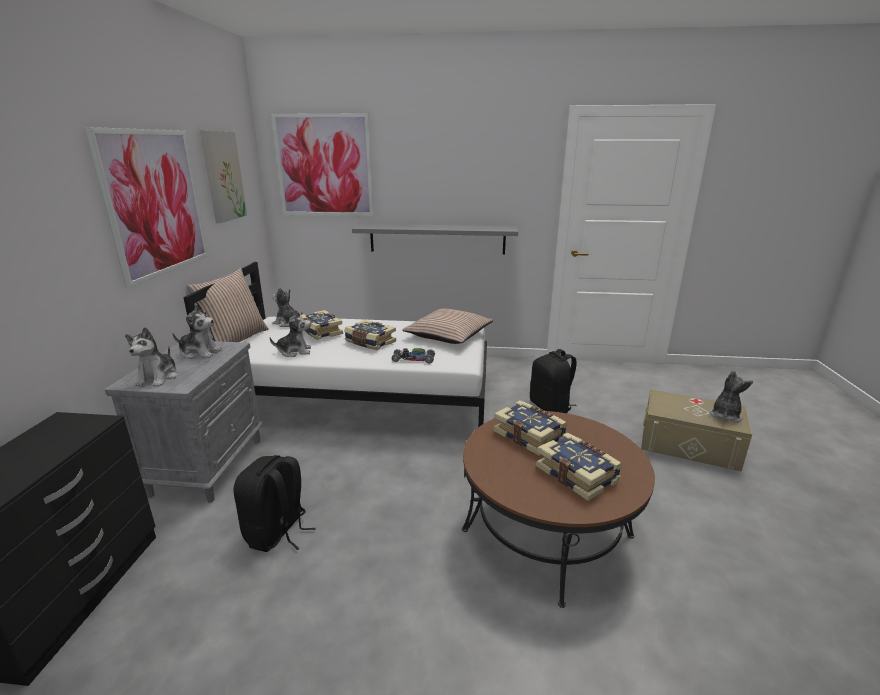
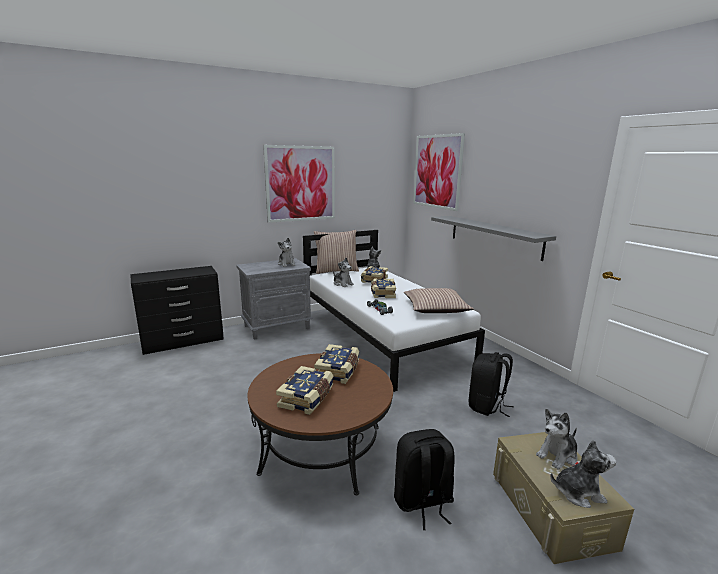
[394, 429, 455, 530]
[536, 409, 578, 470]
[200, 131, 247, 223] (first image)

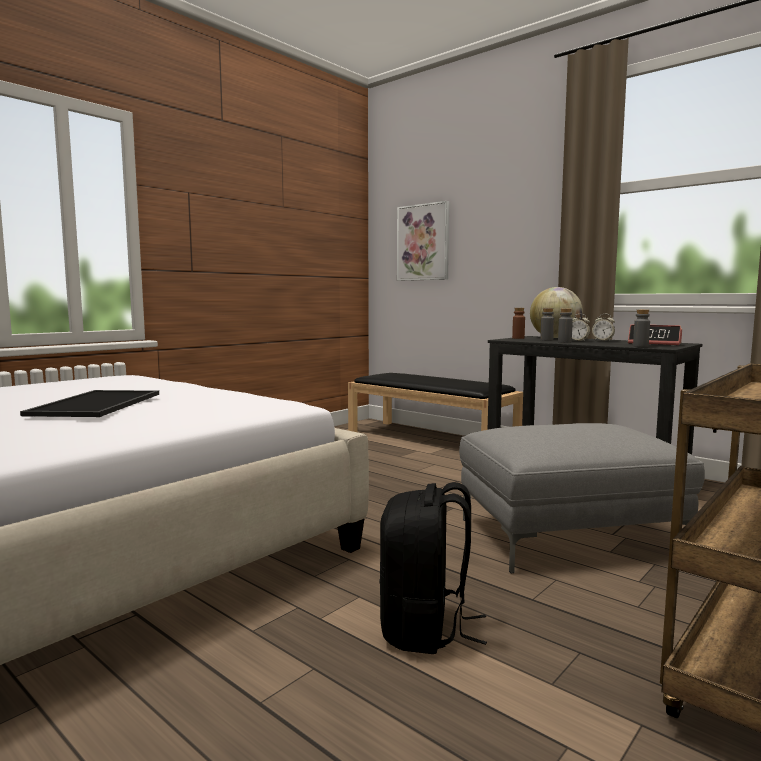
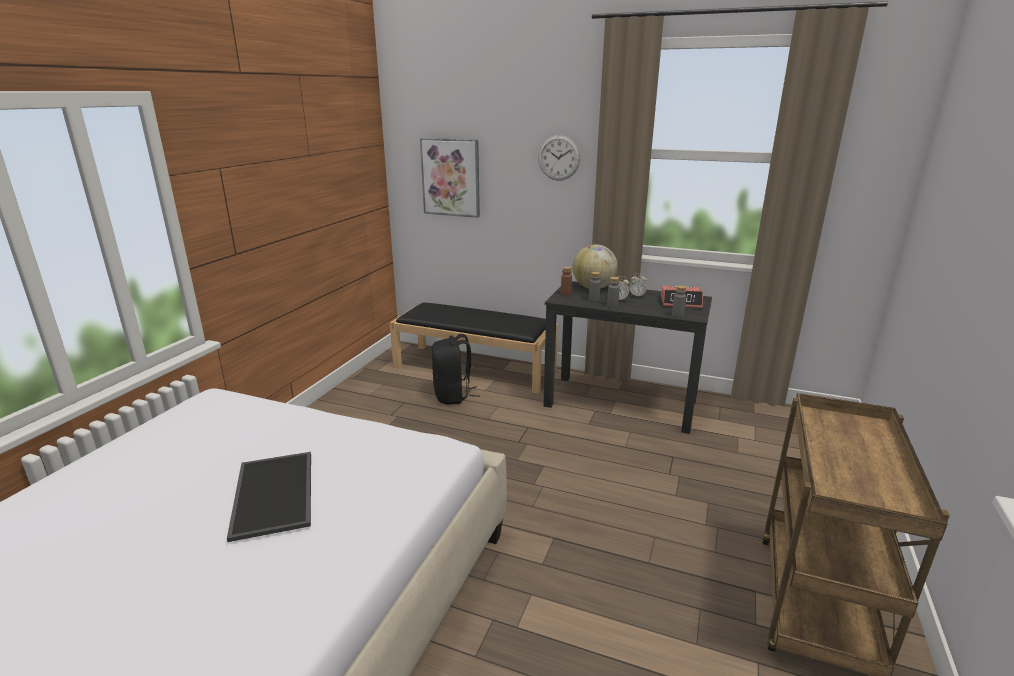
[432, 334, 480, 405]
[538, 135, 580, 181]
[459, 423, 705, 573] (first image)

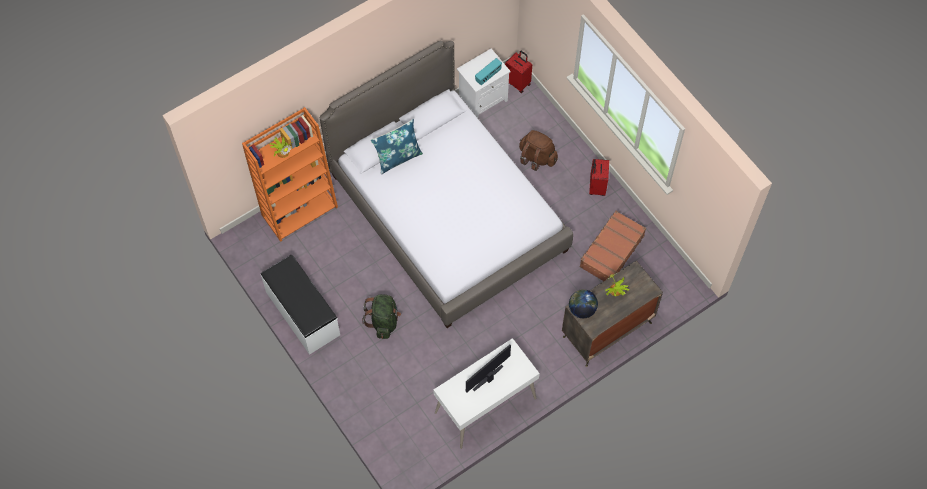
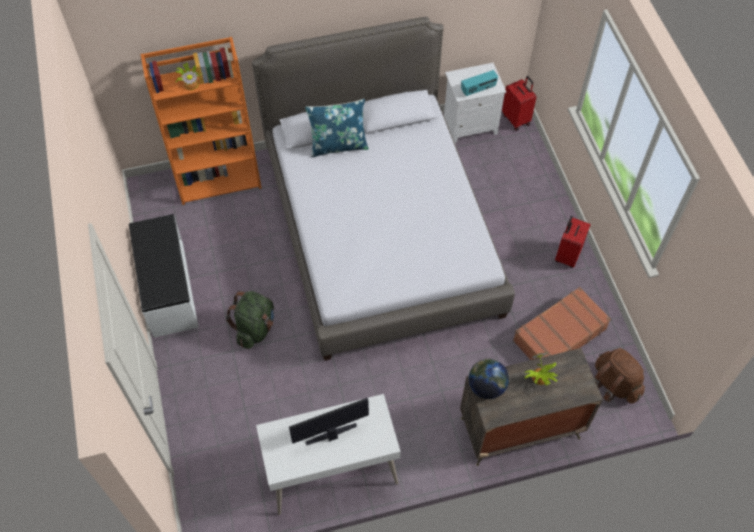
[594, 348, 645, 404]

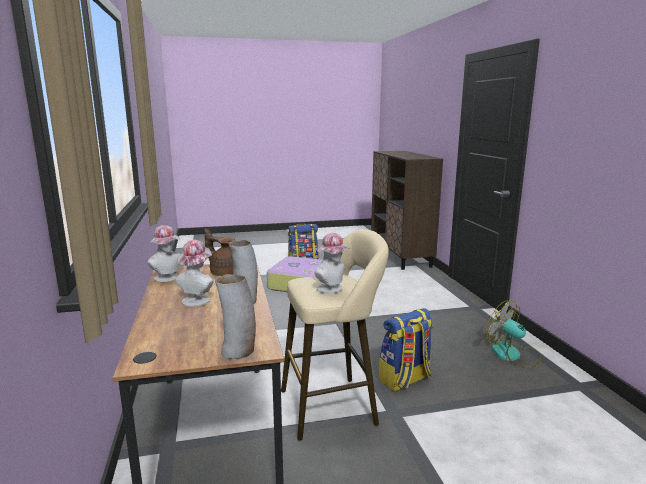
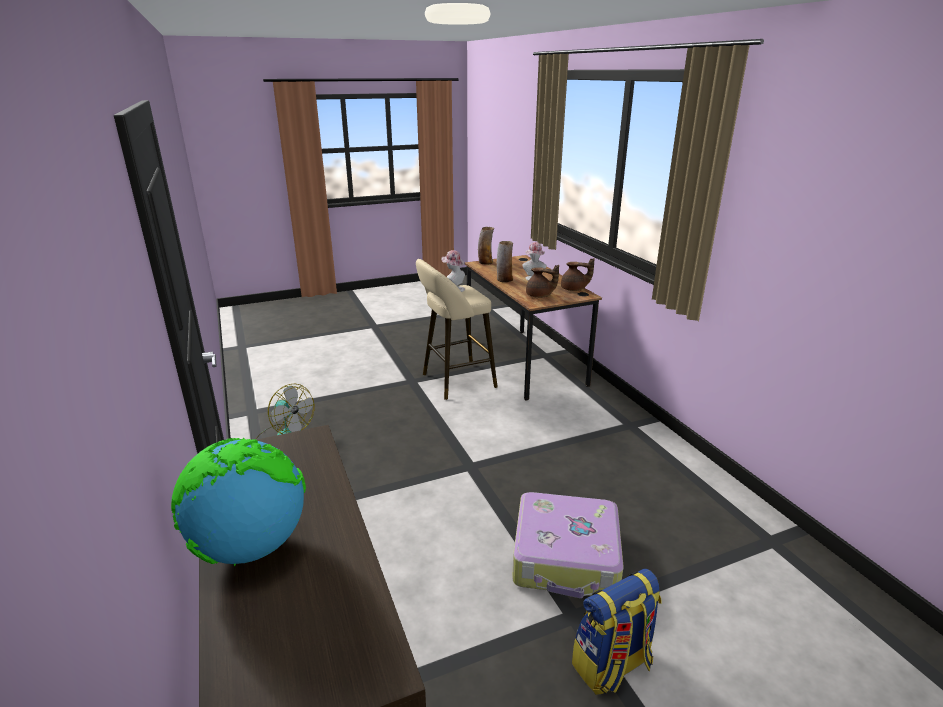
[171, 438, 306, 567]
[561, 258, 595, 291]
[379, 308, 433, 391] (first image)

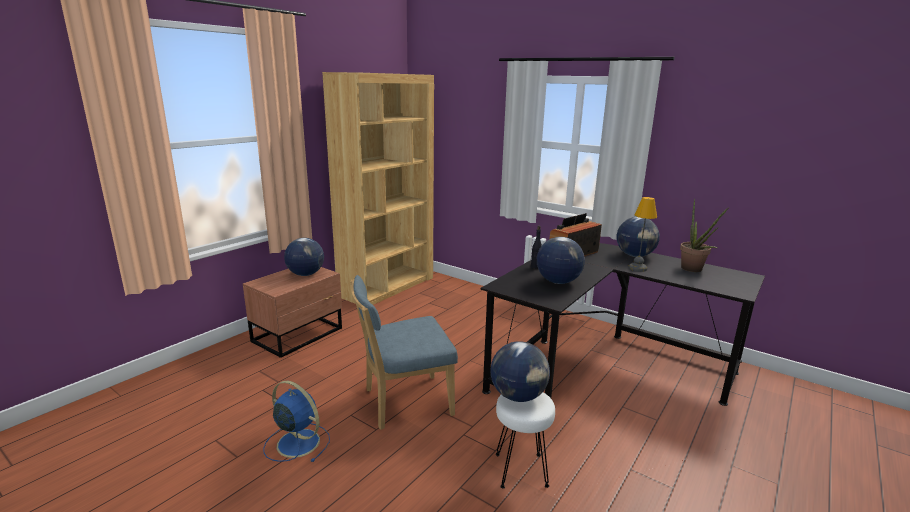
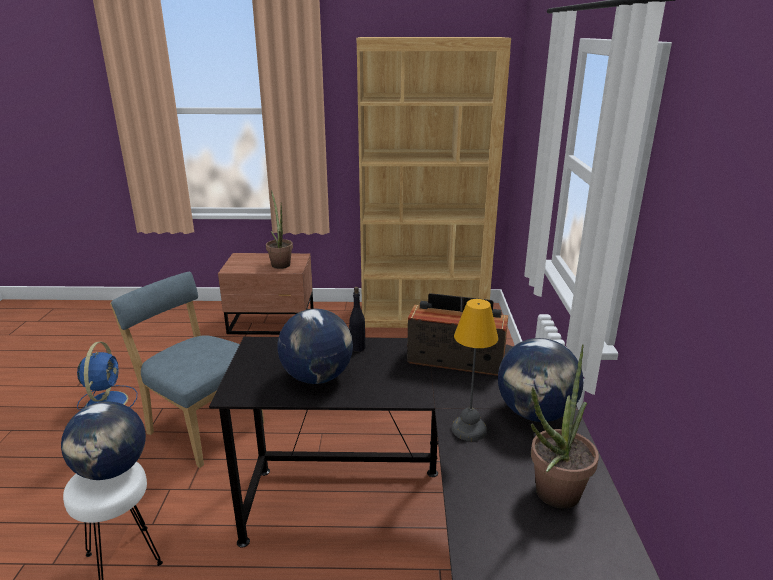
[266, 190, 293, 269]

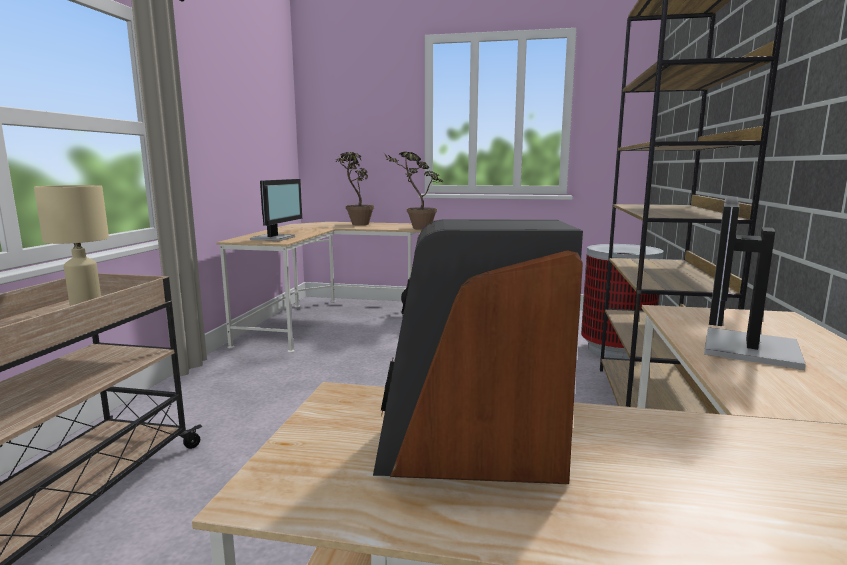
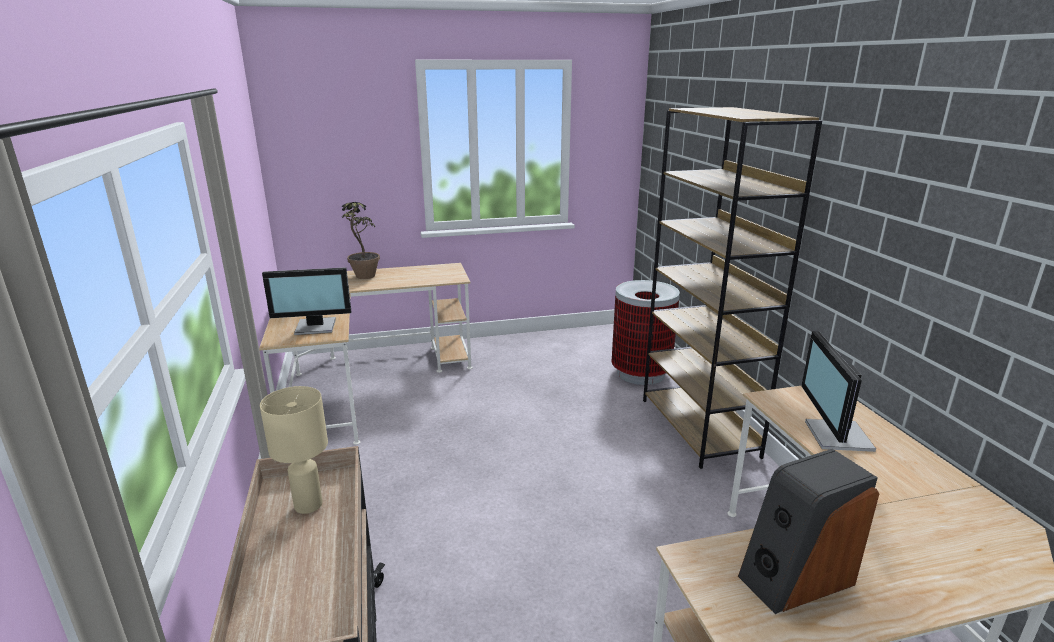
[262, 267, 352, 335]
[384, 152, 443, 230] (first image)

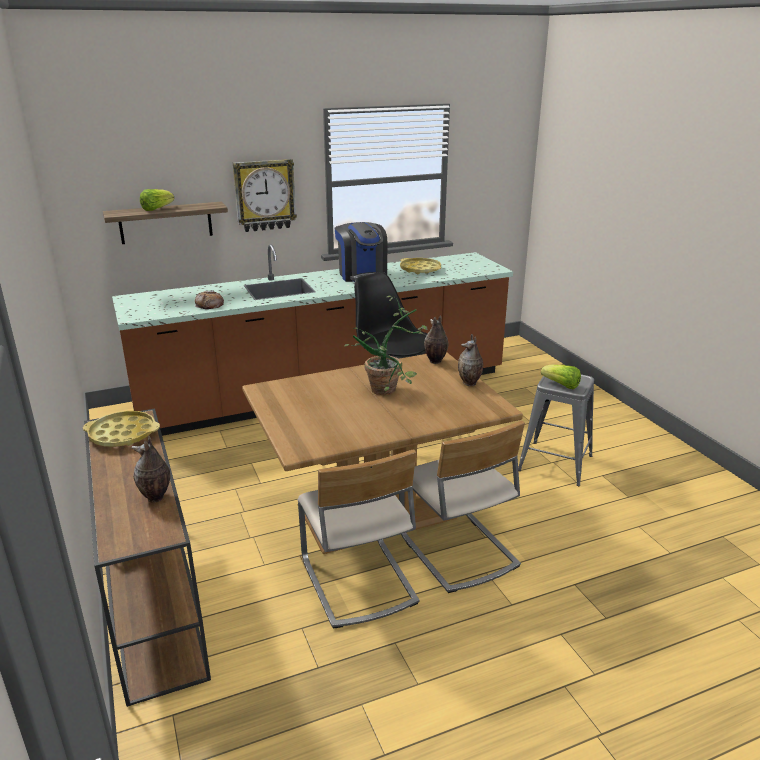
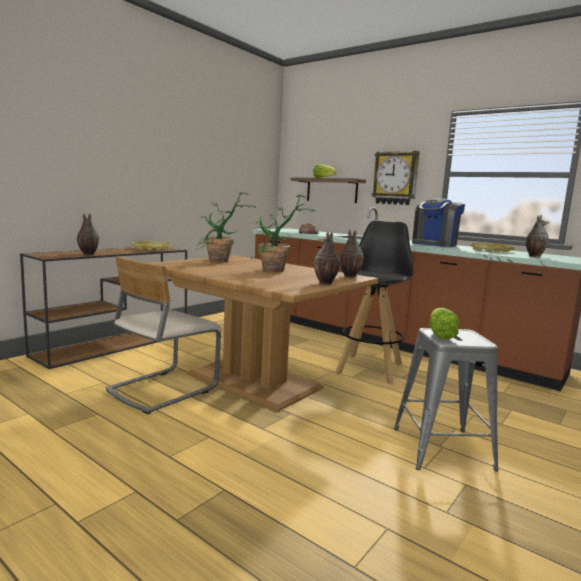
[195, 192, 256, 262]
[526, 215, 549, 257]
[399, 421, 525, 593] (first image)

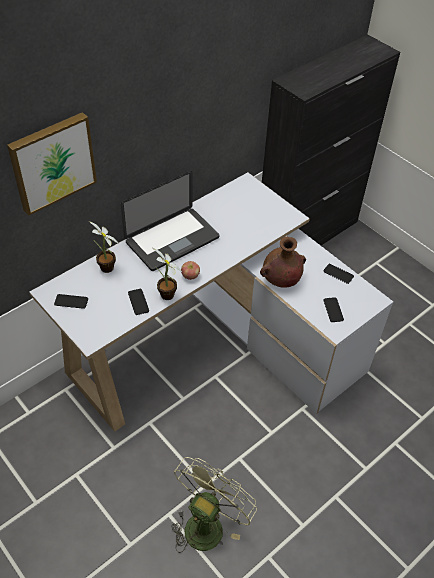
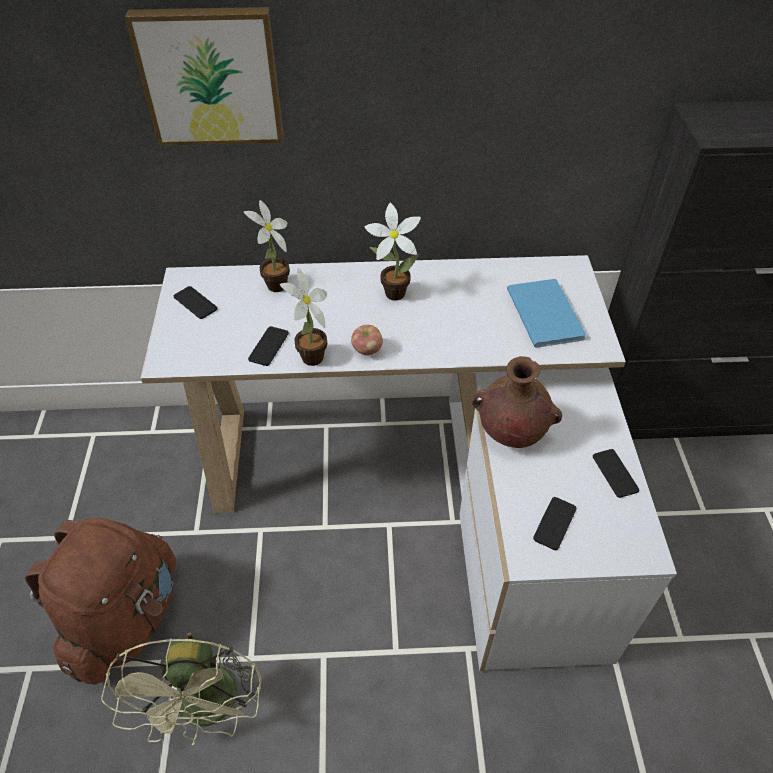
[25, 518, 176, 685]
[101, 632, 262, 745]
[365, 203, 421, 301]
[507, 279, 586, 348]

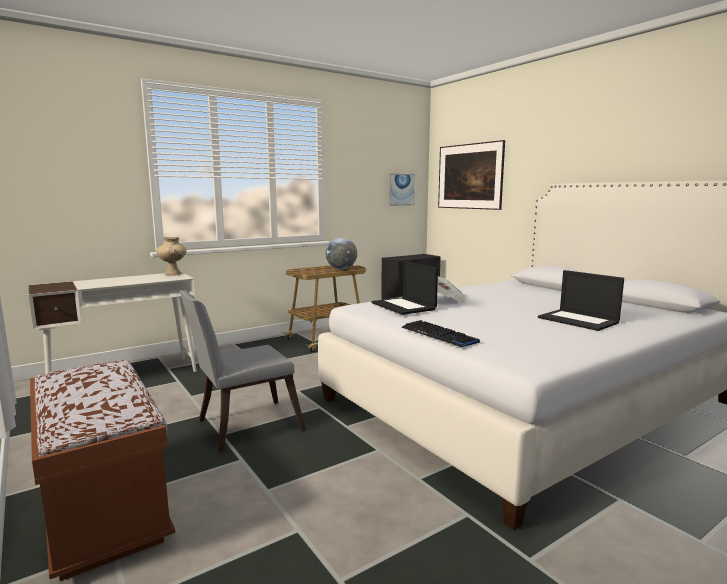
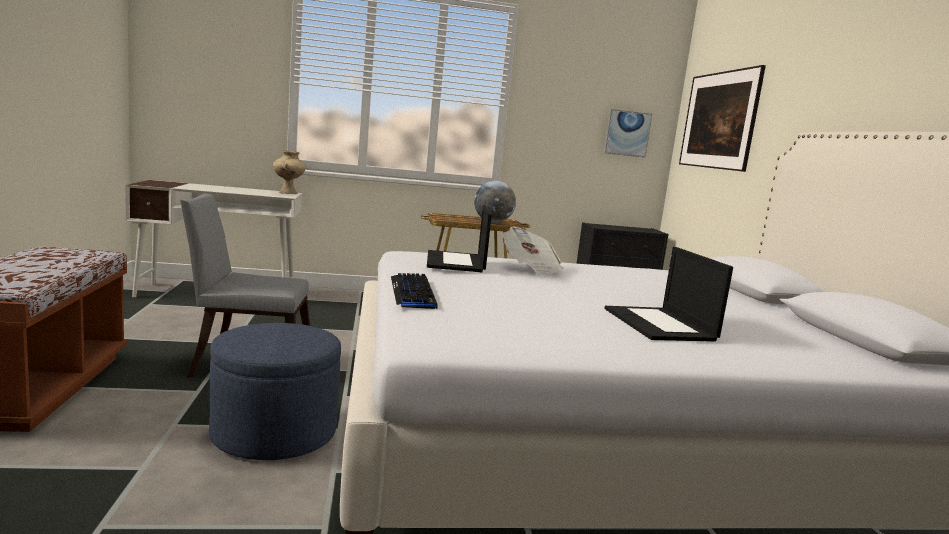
[209, 323, 341, 460]

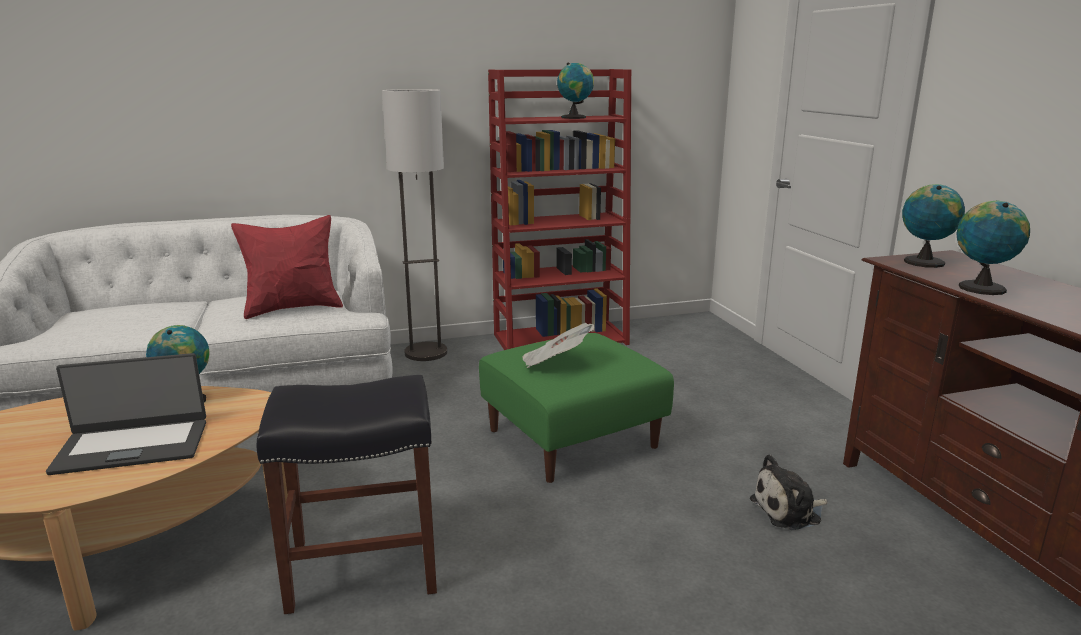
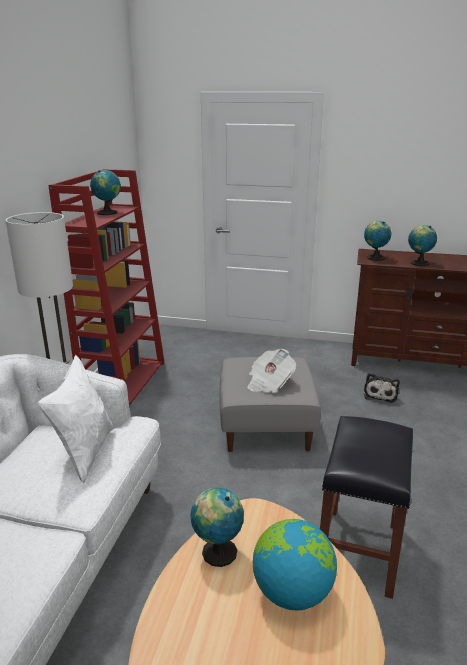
[38, 355, 114, 483]
[220, 357, 321, 452]
[253, 519, 337, 611]

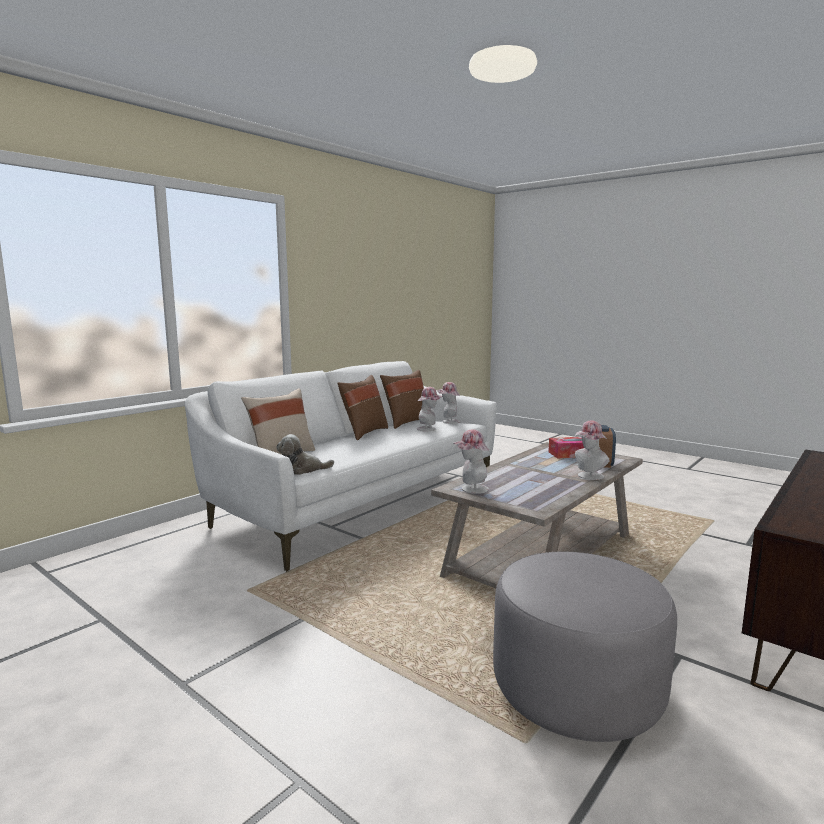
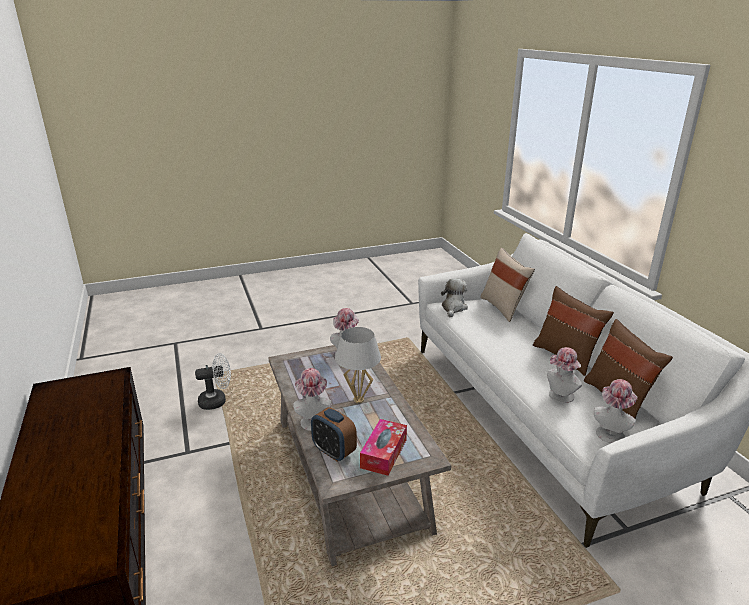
[195, 353, 231, 410]
[335, 327, 381, 403]

